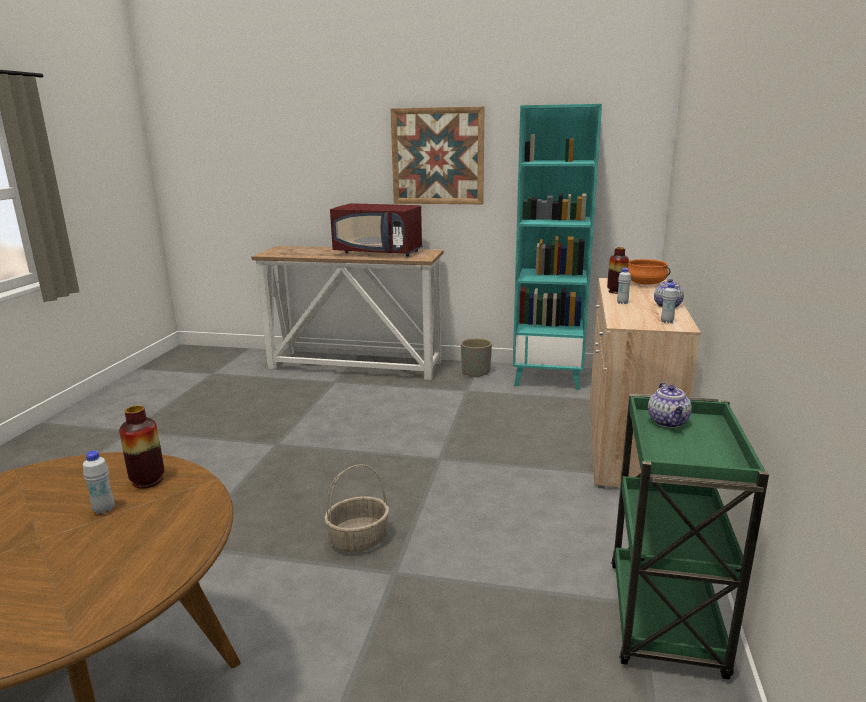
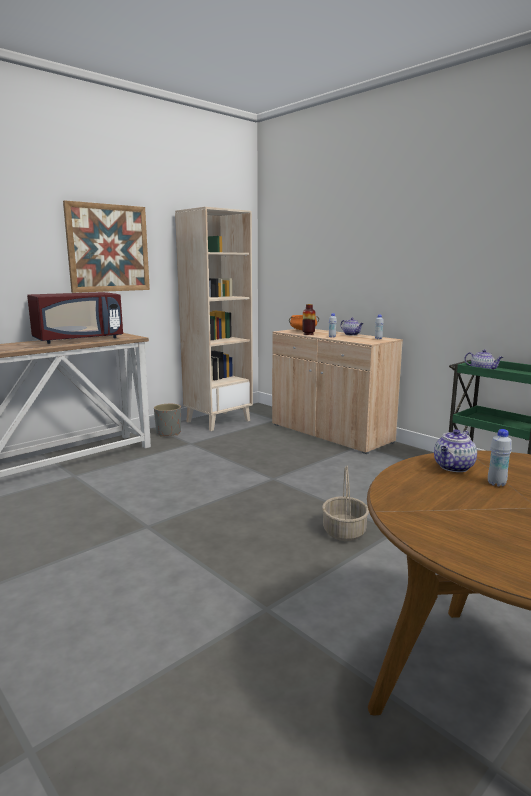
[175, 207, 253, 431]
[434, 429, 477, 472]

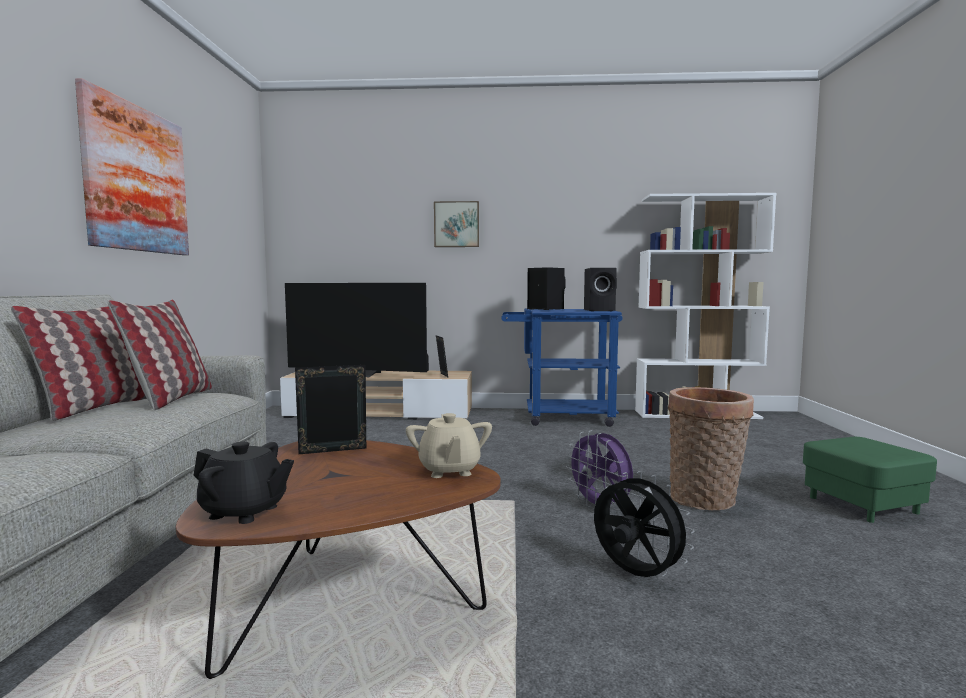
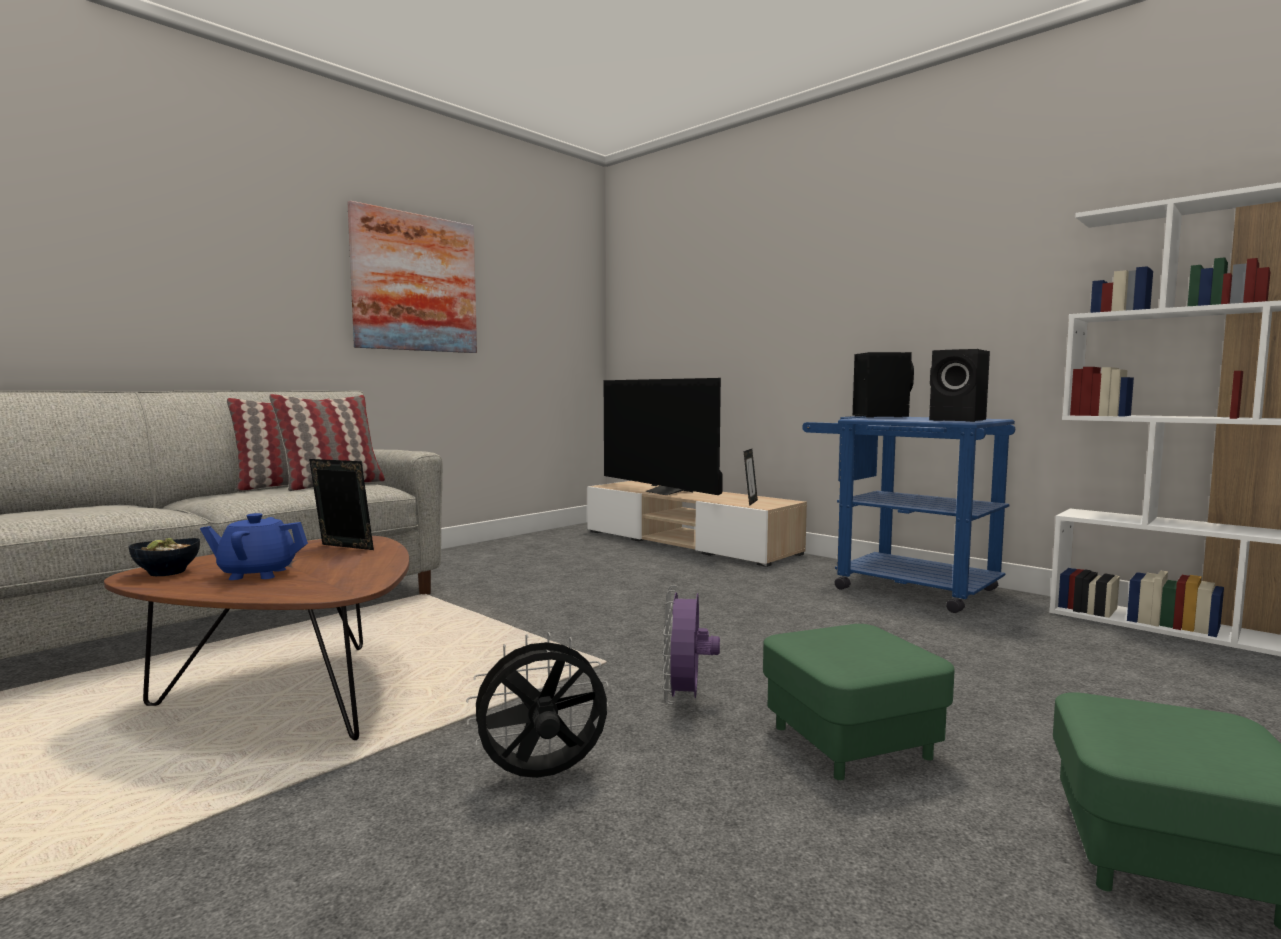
[129, 538, 200, 576]
[200, 513, 308, 580]
[466, 632, 609, 778]
[763, 624, 955, 780]
[406, 413, 492, 478] (first image)
[434, 201, 479, 247] (first image)

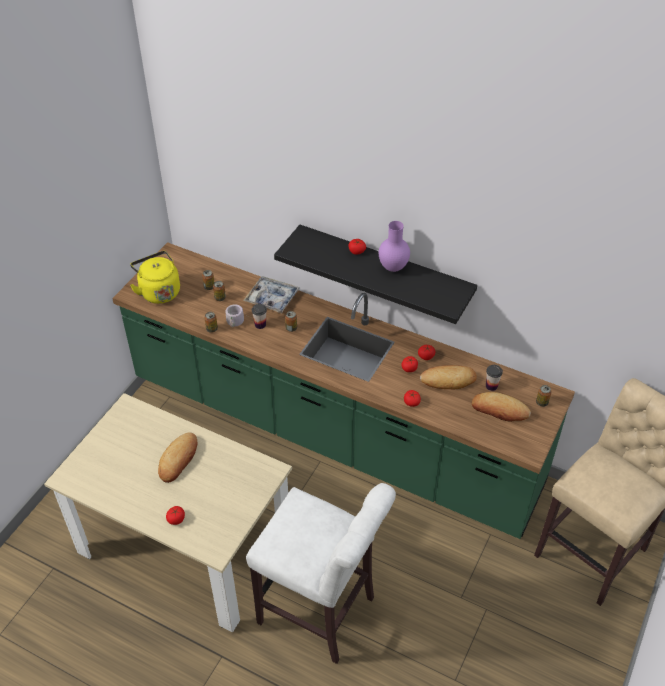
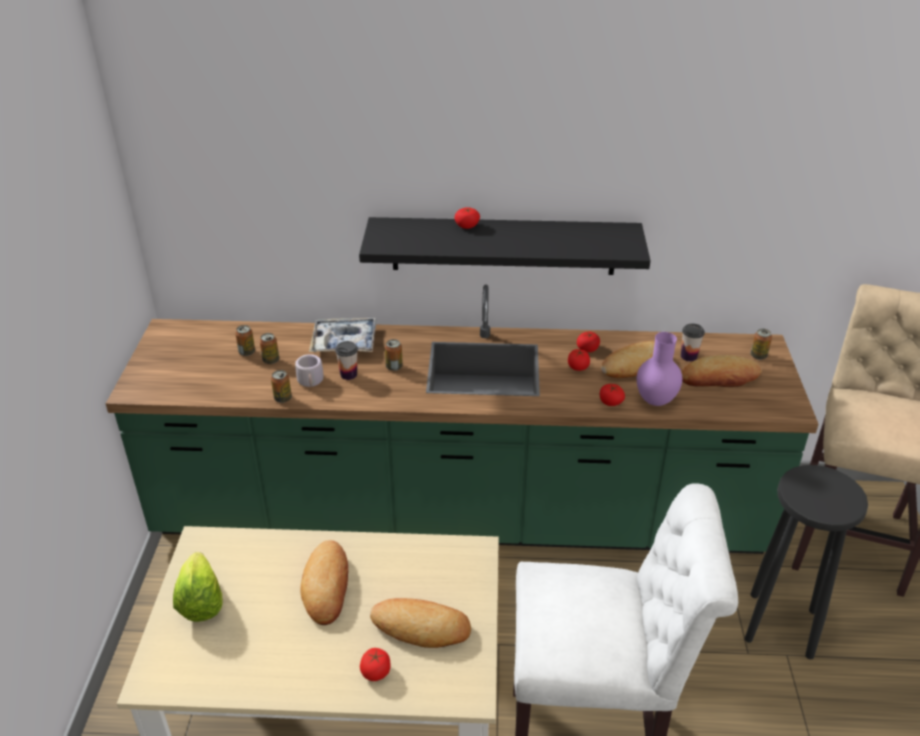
[173, 552, 222, 622]
[370, 598, 471, 648]
[637, 332, 682, 406]
[745, 465, 868, 659]
[130, 251, 180, 304] (first image)

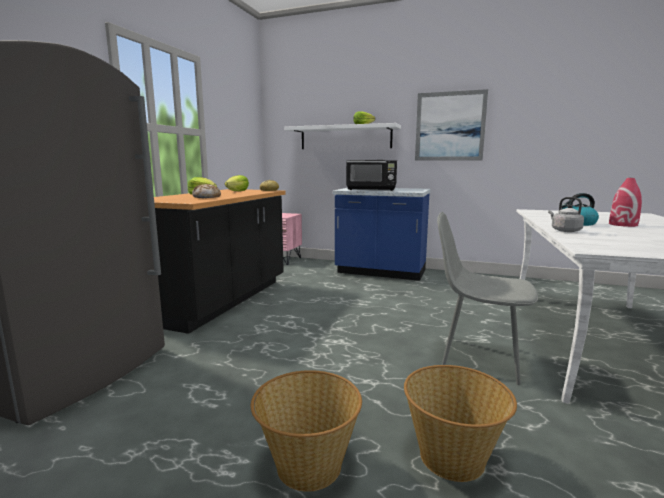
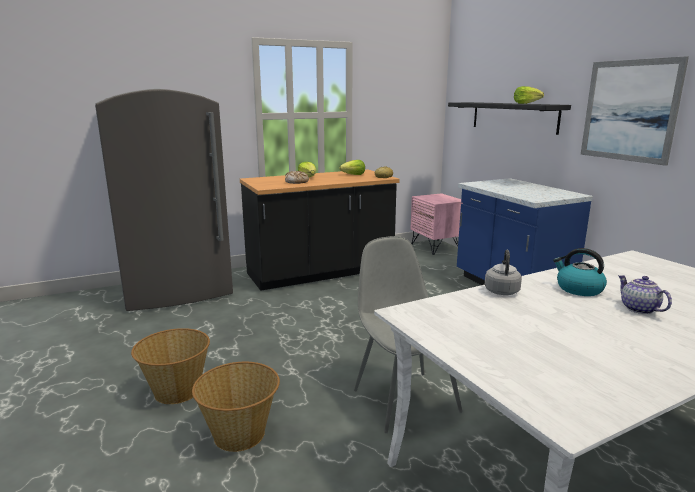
[448, 102, 571, 135]
[618, 275, 672, 314]
[346, 160, 397, 191] (first image)

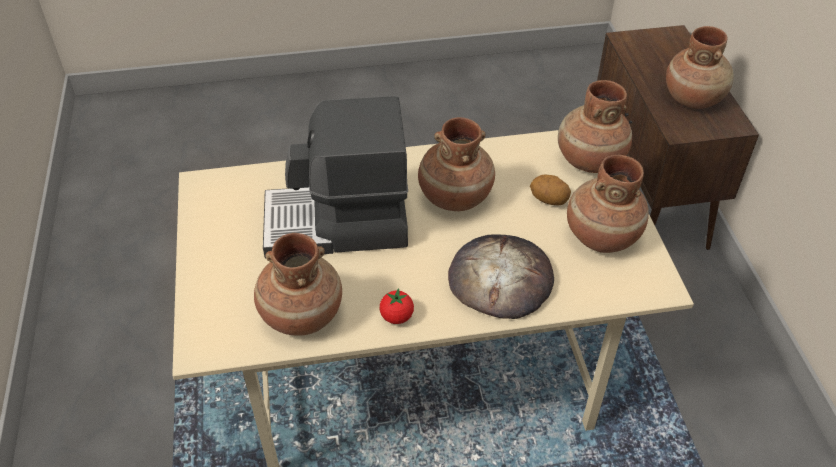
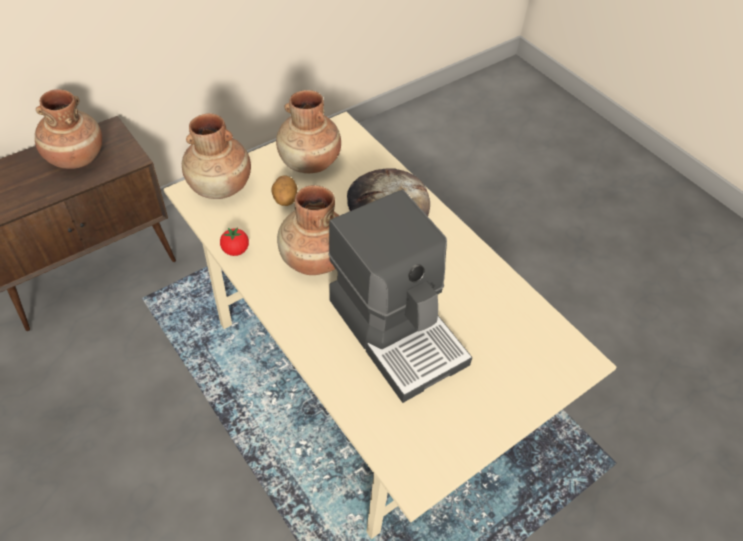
[220, 227, 249, 256]
[254, 233, 342, 336] (first image)

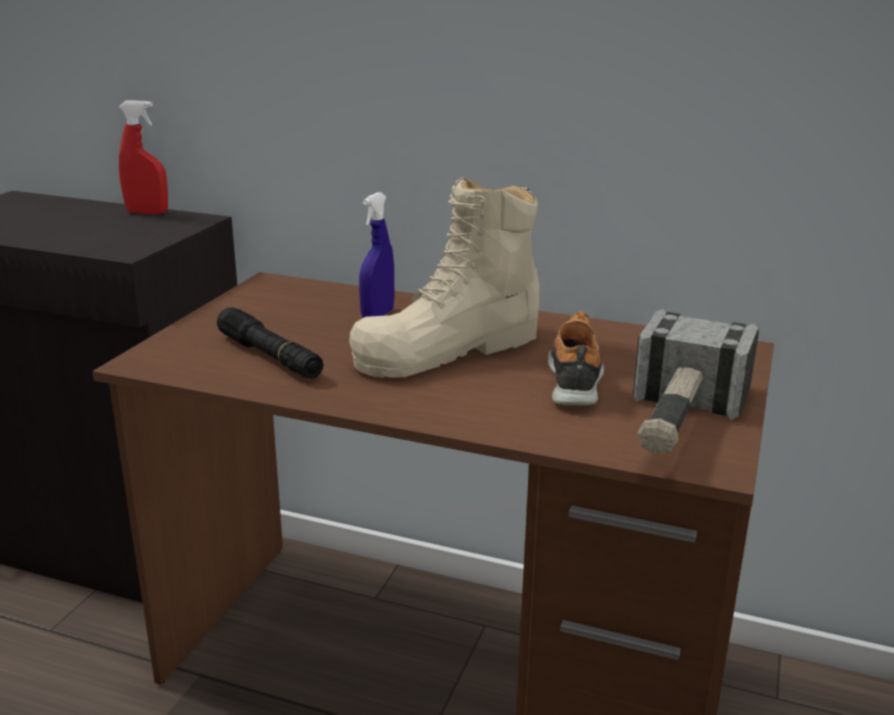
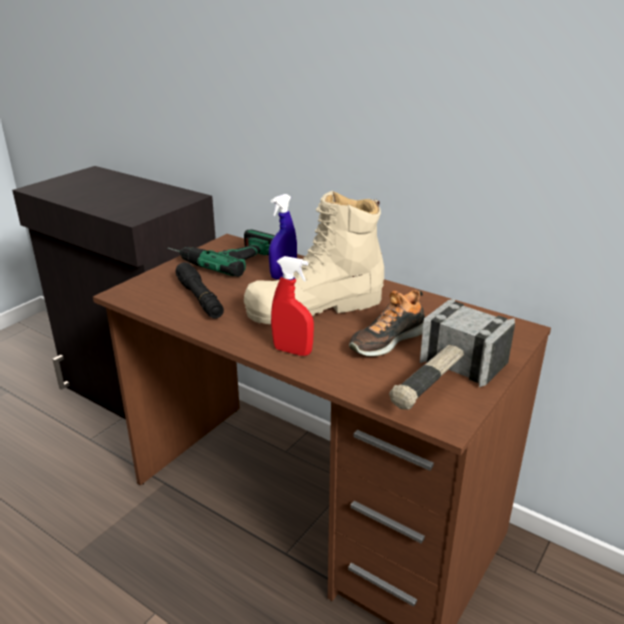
[168, 229, 275, 277]
[271, 256, 314, 356]
[349, 290, 425, 357]

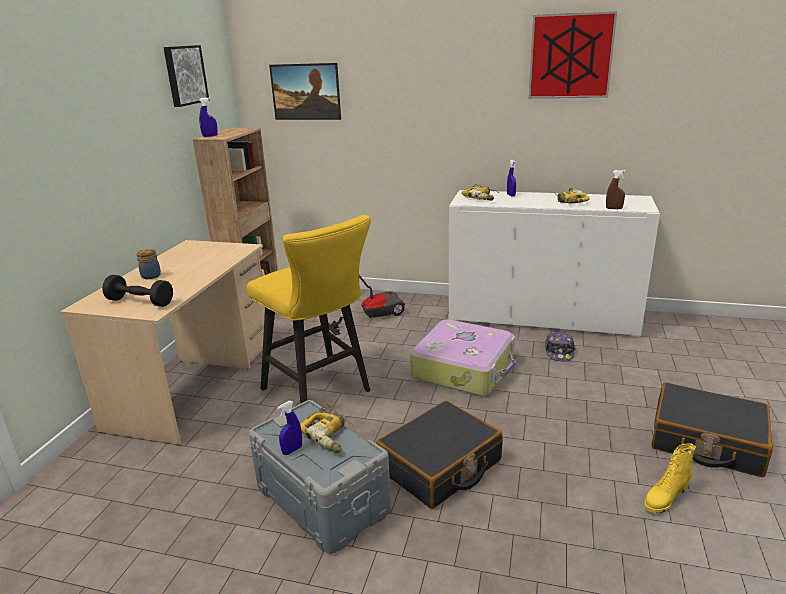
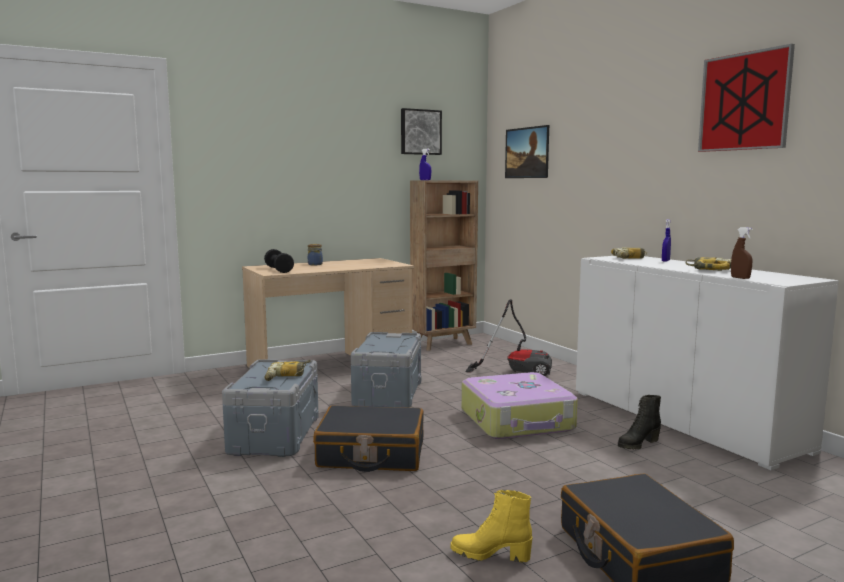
[351, 332, 421, 408]
[618, 395, 661, 449]
[277, 401, 302, 455] (first image)

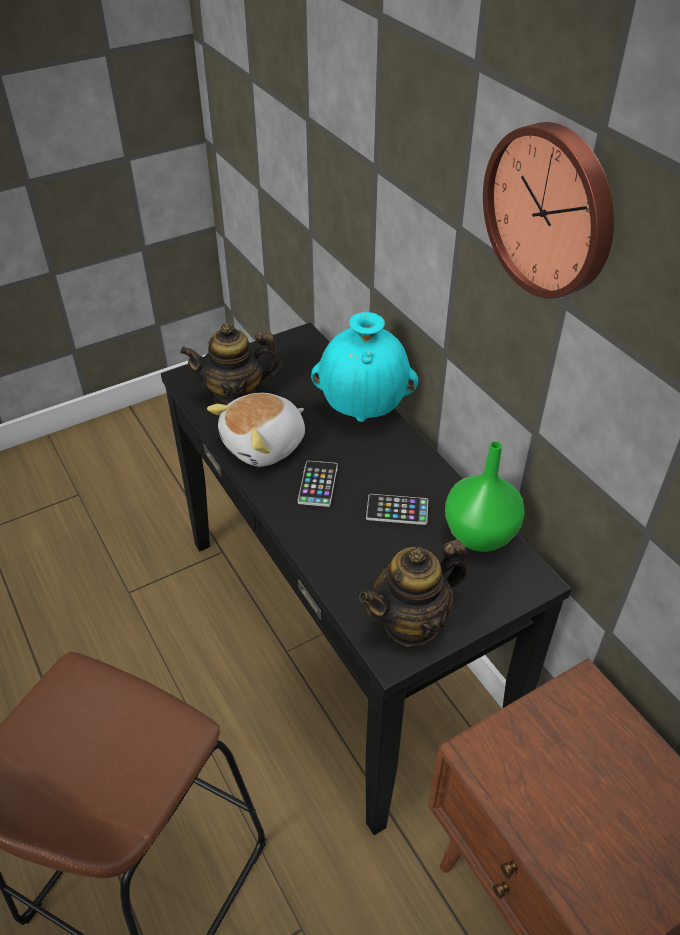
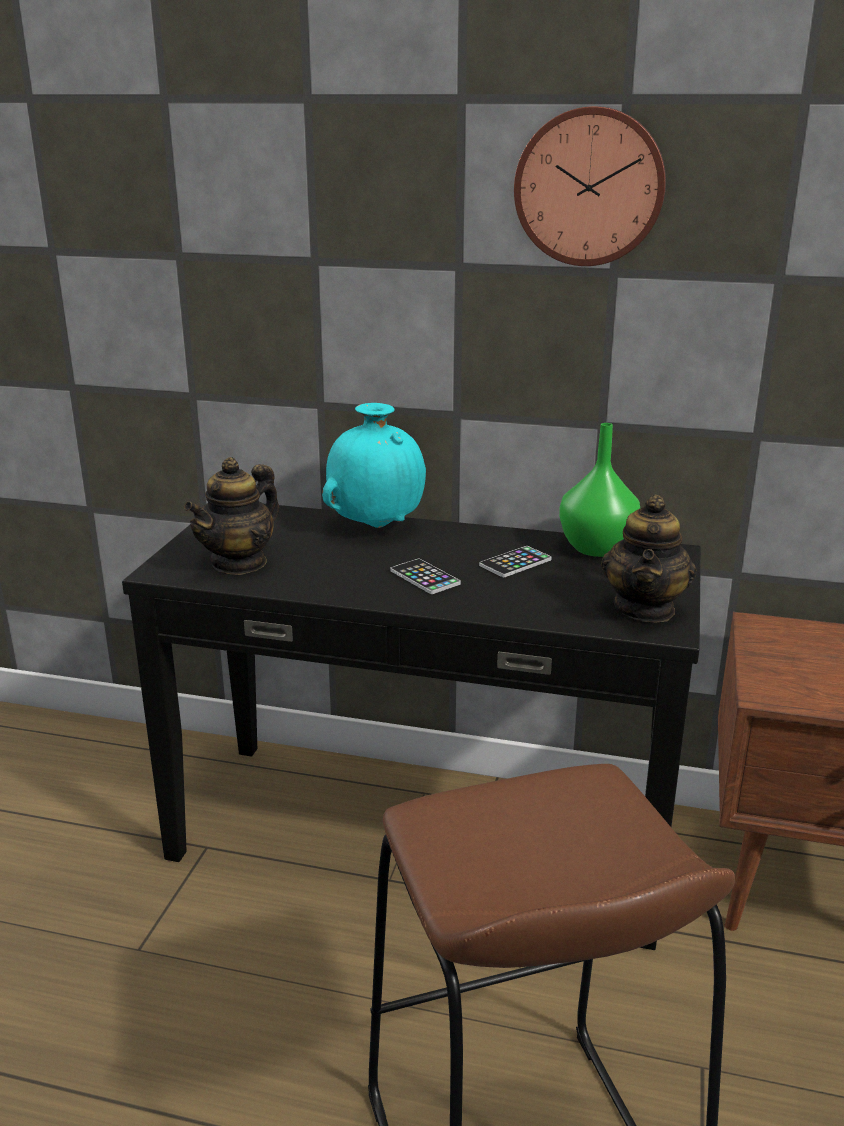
[207, 393, 305, 467] (first image)

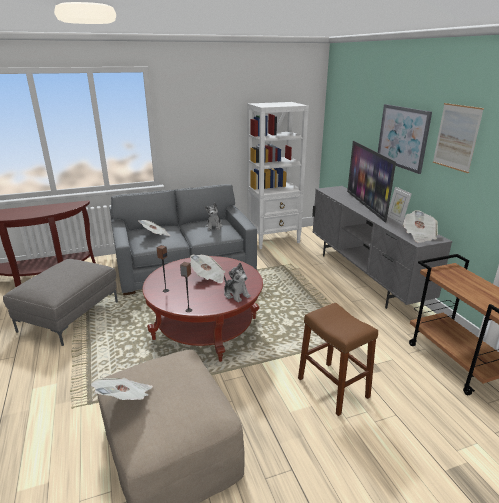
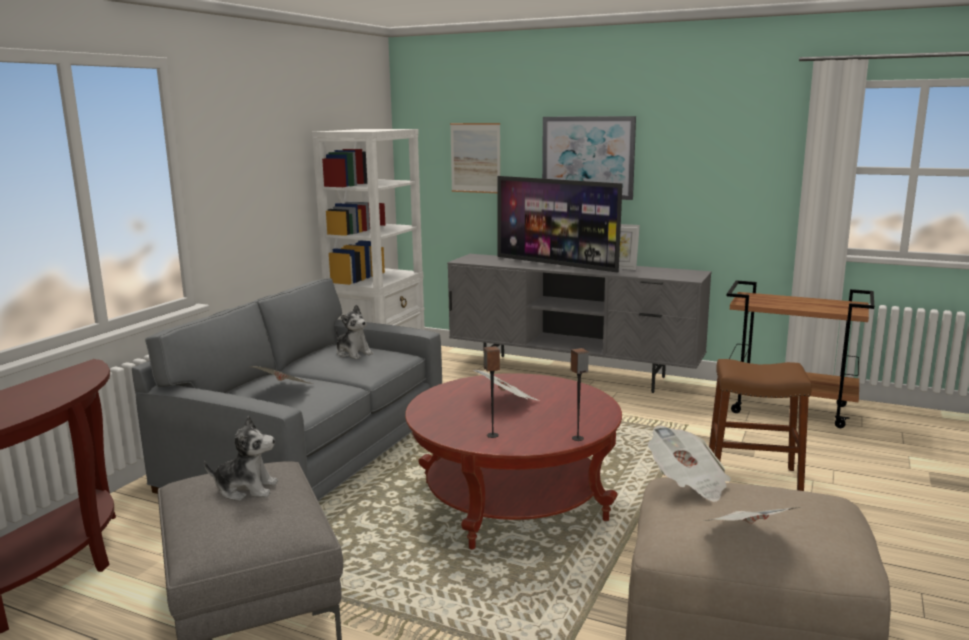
[204, 416, 278, 501]
[450, 123, 500, 193]
[648, 425, 731, 502]

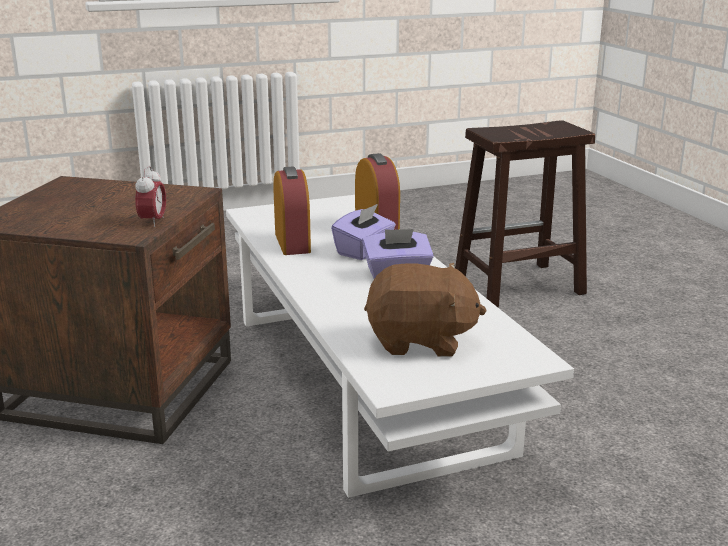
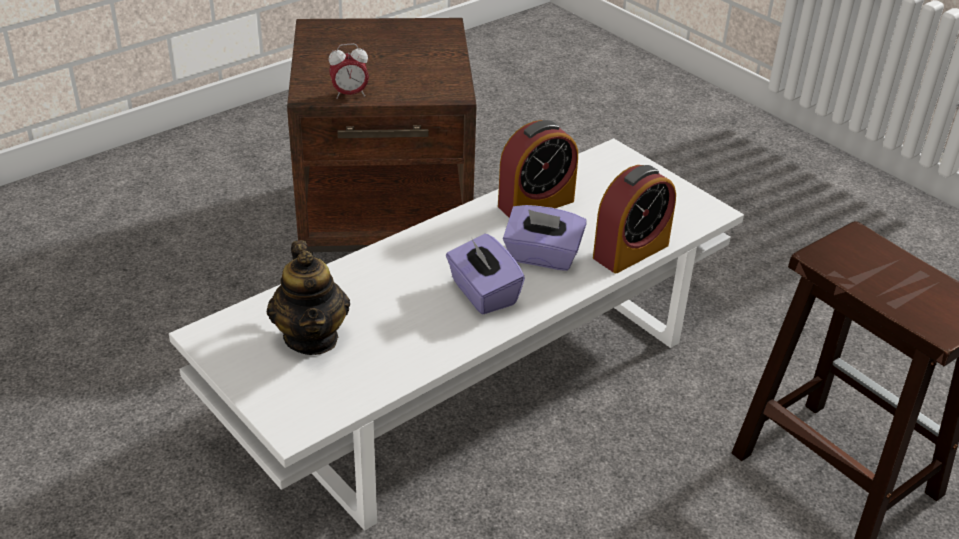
[267, 240, 350, 355]

